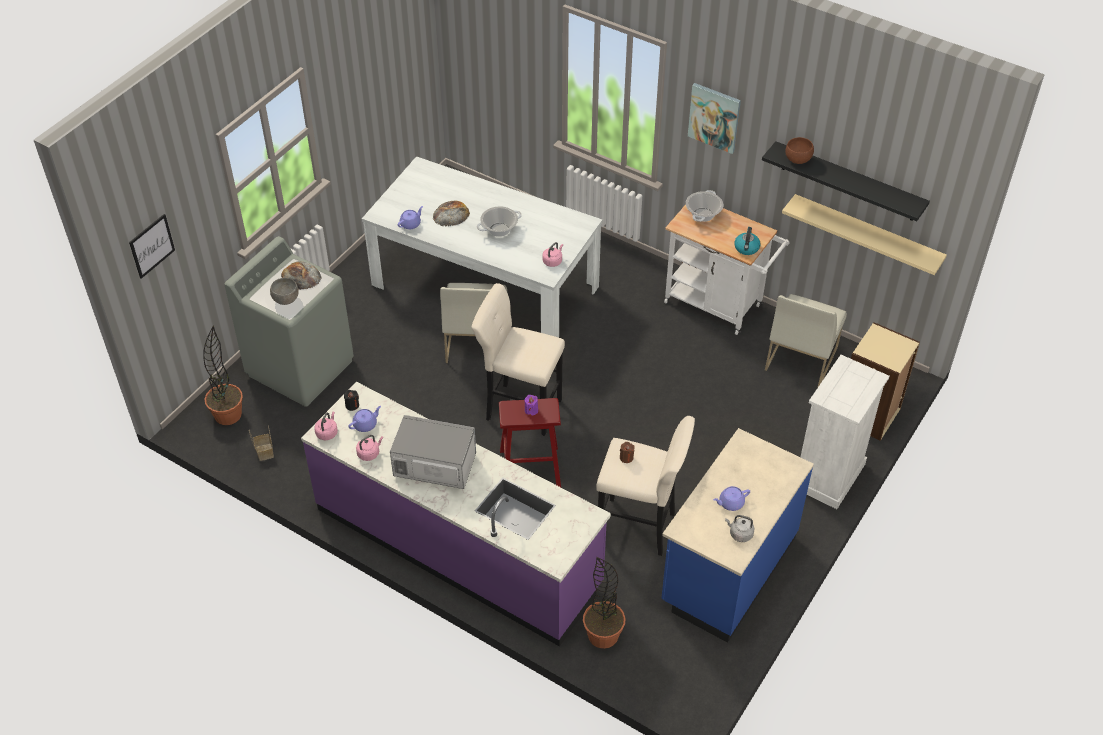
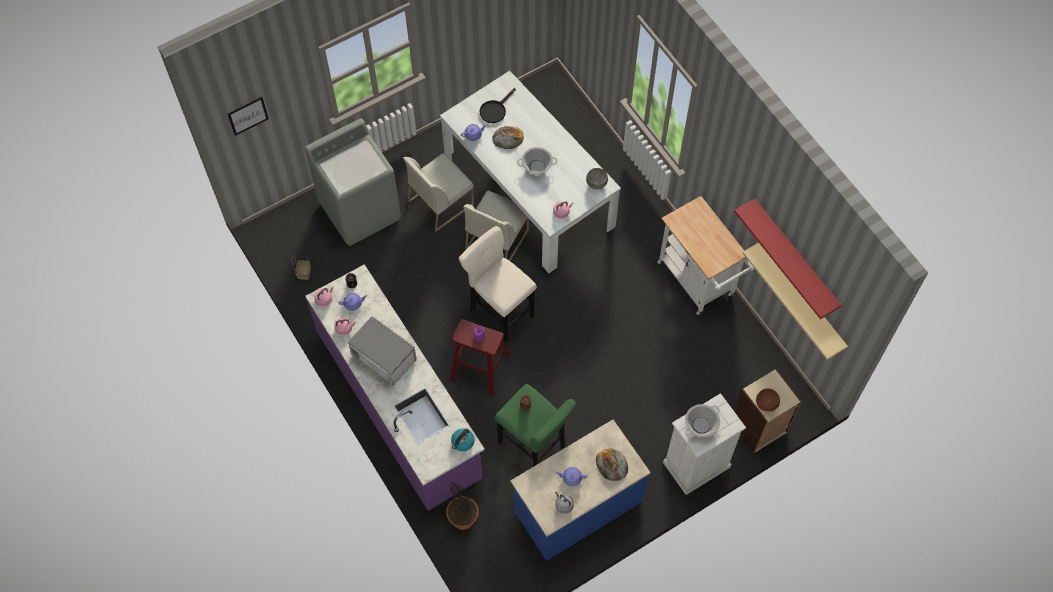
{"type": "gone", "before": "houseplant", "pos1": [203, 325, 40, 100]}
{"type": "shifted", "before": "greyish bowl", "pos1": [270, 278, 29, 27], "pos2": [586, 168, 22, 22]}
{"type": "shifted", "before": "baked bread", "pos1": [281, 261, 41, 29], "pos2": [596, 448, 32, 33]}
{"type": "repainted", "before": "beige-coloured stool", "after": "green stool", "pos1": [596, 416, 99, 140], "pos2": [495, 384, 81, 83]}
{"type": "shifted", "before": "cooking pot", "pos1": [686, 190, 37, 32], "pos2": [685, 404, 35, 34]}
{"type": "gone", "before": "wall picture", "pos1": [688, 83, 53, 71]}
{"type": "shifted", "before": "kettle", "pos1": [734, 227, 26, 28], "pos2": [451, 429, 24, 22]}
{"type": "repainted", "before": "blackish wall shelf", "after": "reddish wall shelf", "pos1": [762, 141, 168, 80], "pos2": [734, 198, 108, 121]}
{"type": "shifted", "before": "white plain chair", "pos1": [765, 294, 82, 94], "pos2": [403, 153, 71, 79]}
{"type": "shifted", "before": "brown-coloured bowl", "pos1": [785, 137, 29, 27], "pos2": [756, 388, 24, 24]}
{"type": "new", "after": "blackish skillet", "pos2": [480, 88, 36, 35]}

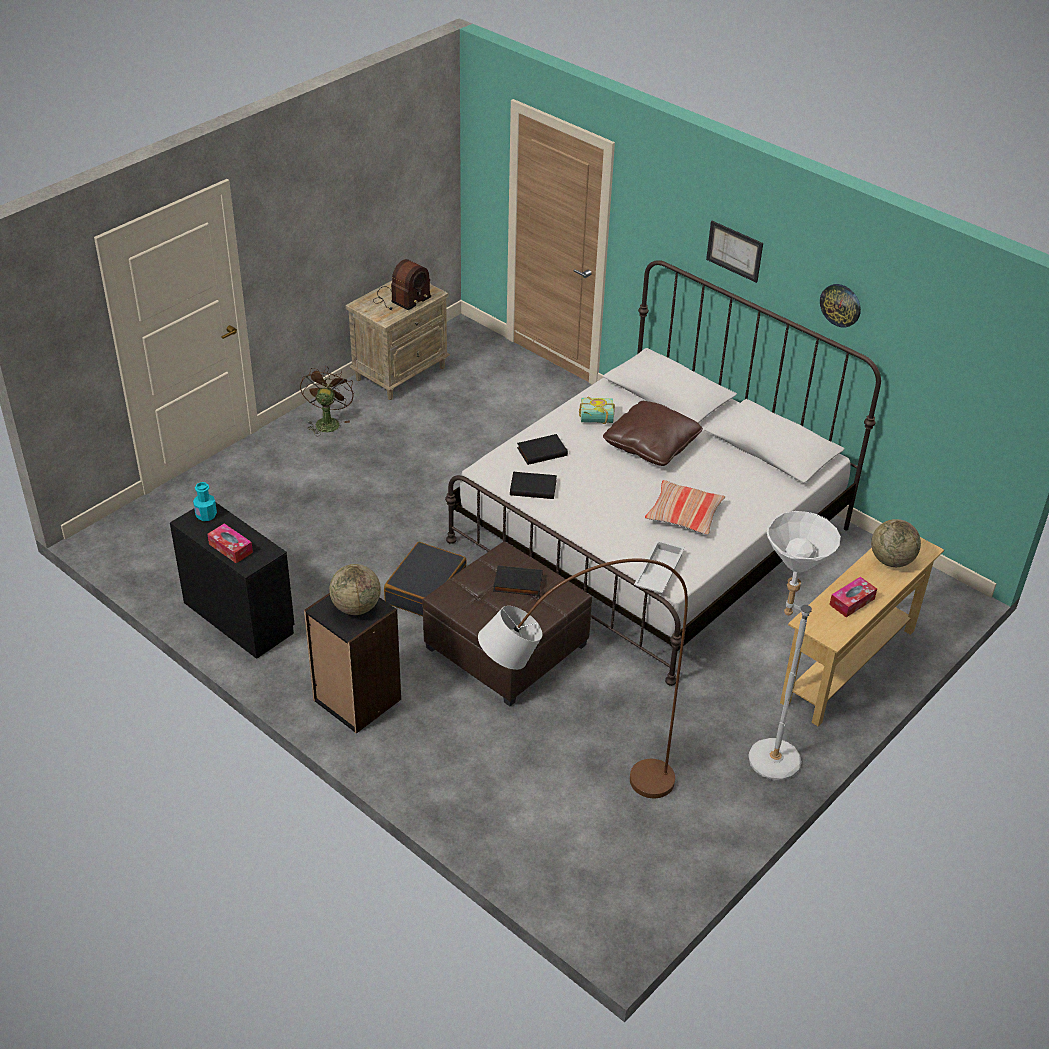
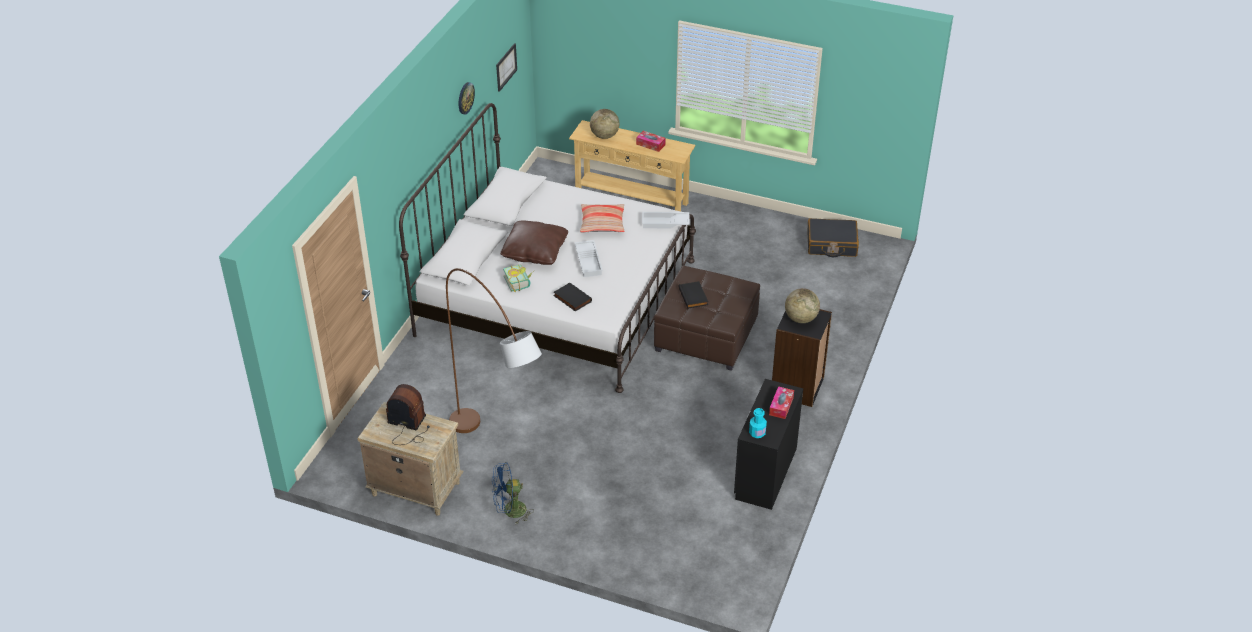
{"type": "repainted", "before": "brown-coloured cooling fan", "after": "blue-coloured cooling fan", "pos1": [300, 366, 54, 70], "pos2": [492, 462, 42, 62]}
{"type": "shifted", "before": "blackish suitcase", "pos1": [384, 542, 83, 74], "pos2": [807, 218, 52, 39]}
{"type": "shifted", "before": "brown-coloured floor lamp", "pos1": [478, 558, 210, 240], "pos2": [446, 268, 96, 165]}
{"type": "gone", "before": "blackish volume", "pos1": [510, 471, 47, 28]}
{"type": "shifted", "before": "wall picture", "pos1": [706, 221, 57, 62], "pos2": [496, 43, 21, 49]}
{"type": "gone", "before": "white floor lamp", "pos1": [748, 511, 93, 270]}
{"type": "new", "after": "white serving tray", "pos2": [575, 240, 28, 37]}

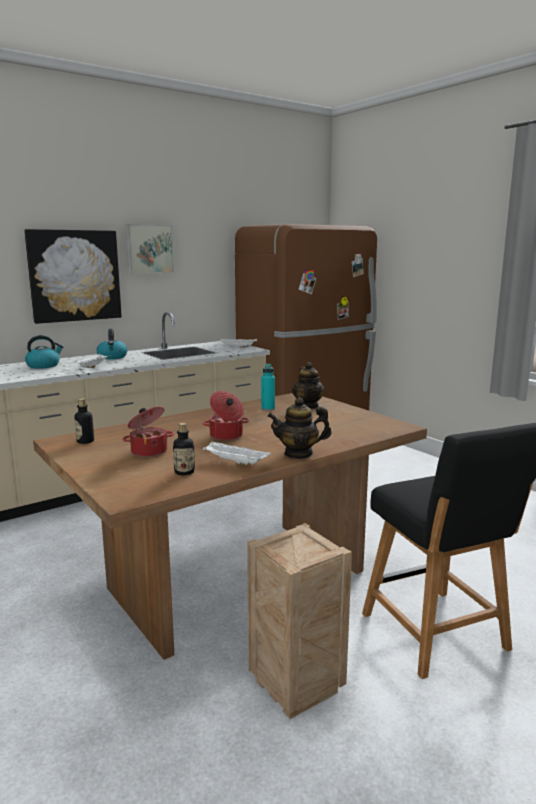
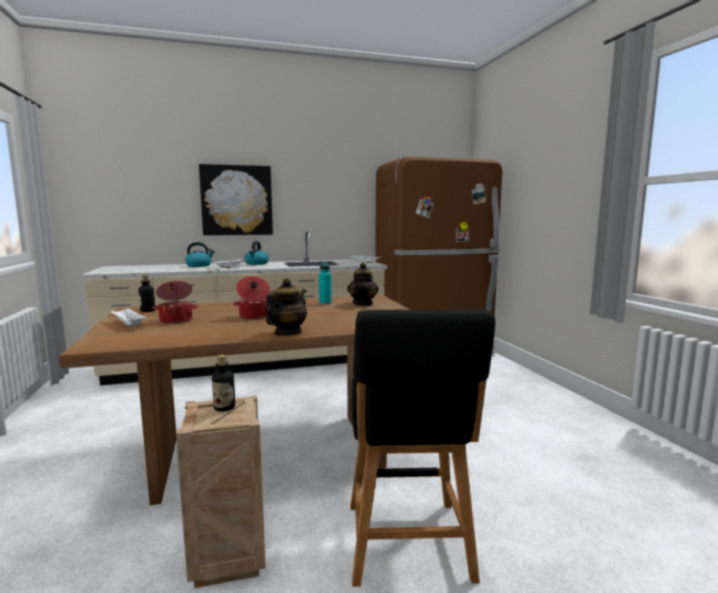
{"type": "gone", "before": "wall picture", "pos1": [125, 224, 49, 50]}
{"type": "shifted", "before": "drink bottle", "pos1": [173, 423, 22, 52], "pos2": [212, 355, 23, 57]}
{"type": "shifted", "before": "white serving tray", "pos1": [203, 441, 68, 24], "pos2": [110, 308, 36, 19]}
{"type": "rotated", "before": "tea pot", "pos1": [268, 397, 64, 62], "pos2": [266, 278, 41, 58], "turn": 105}

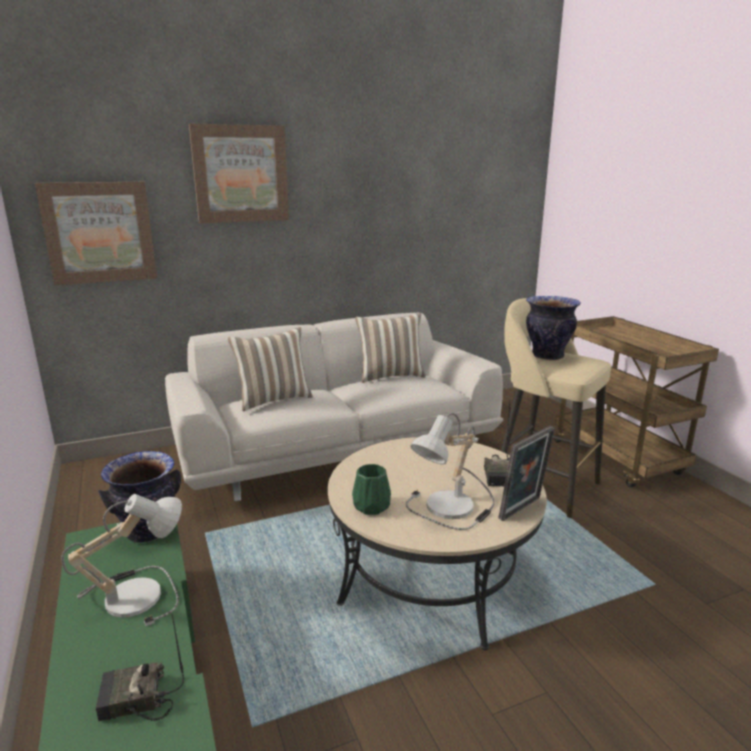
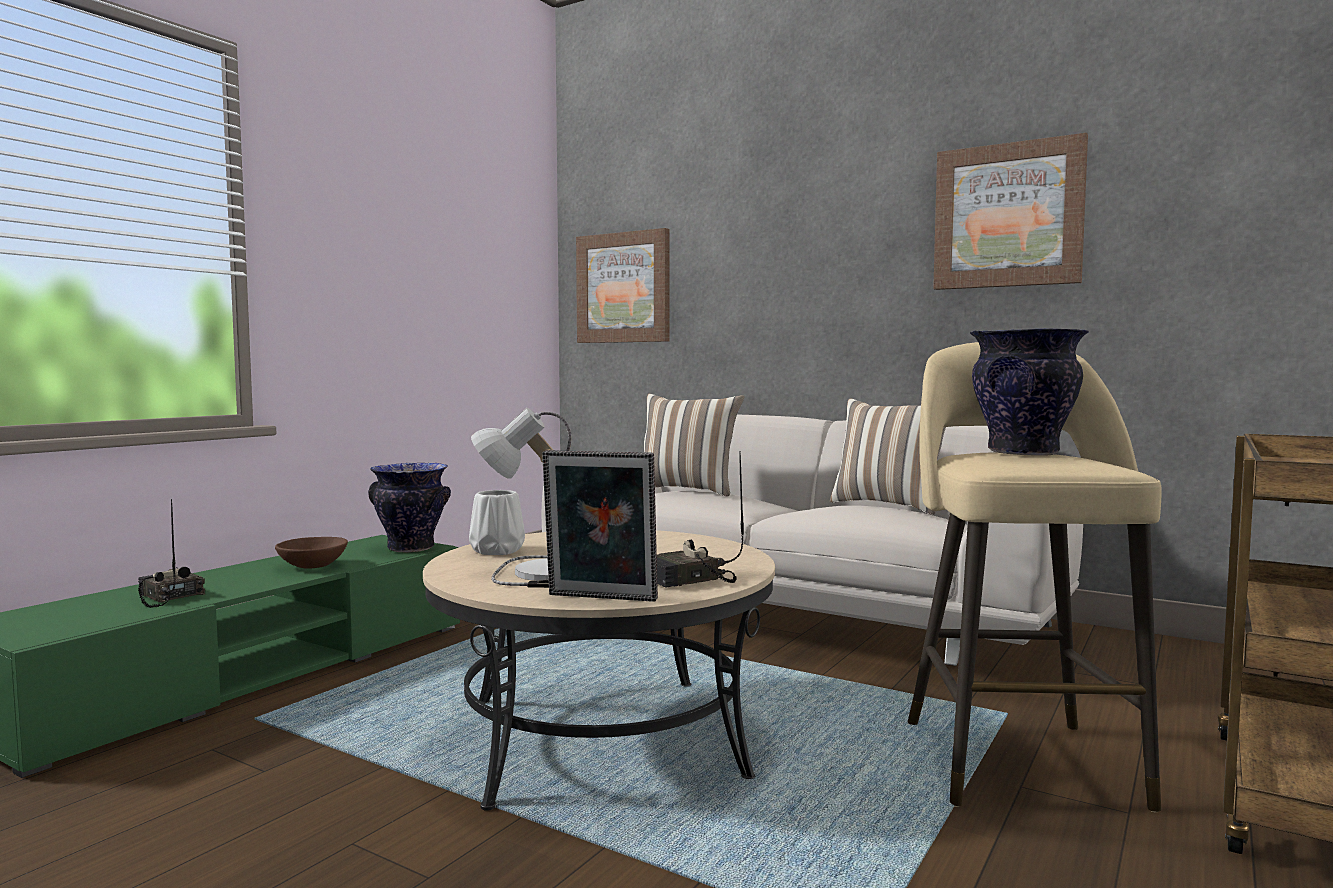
{"type": "swapped", "before": "lamp for a table", "after": "brown-coloured bowl", "pos1": [61, 494, 121, 132], "pos2": [275, 537, 73, 32]}
{"type": "shifted", "before": "wall picture", "pos1": [189, 124, 100, 99], "pos2": [933, 133, 155, 157]}
{"type": "repainted", "before": "green decorative vase", "after": "white decorative vase", "pos1": [352, 464, 39, 51], "pos2": [469, 490, 56, 65]}

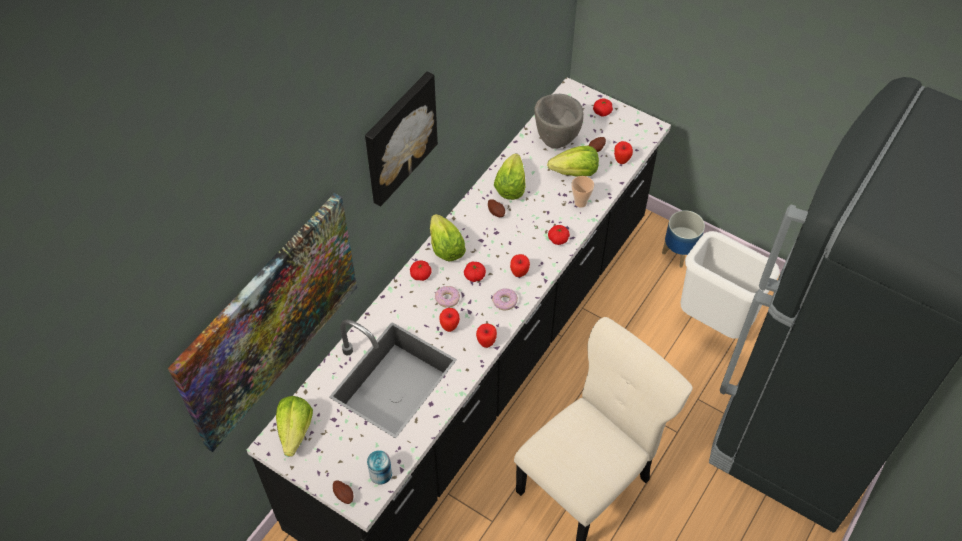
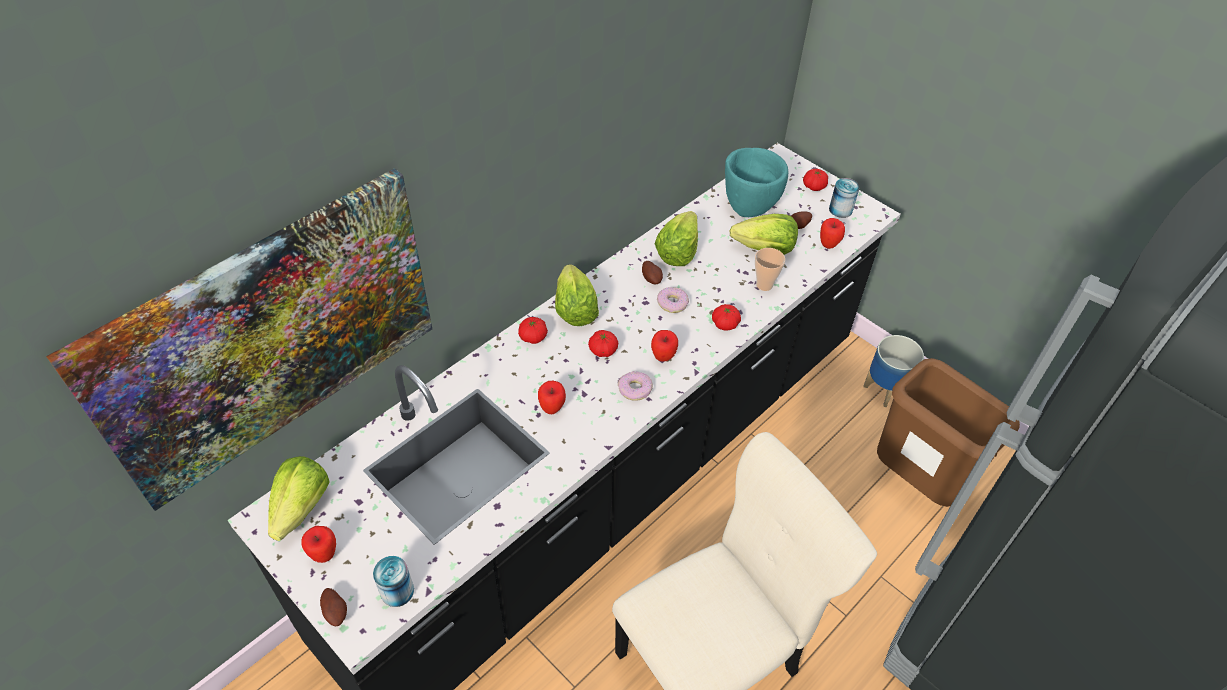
{"type": "gone", "before": "wall picture", "pos1": [365, 72, 73, 135]}
{"type": "shifted", "before": "donut", "pos1": [435, 286, 25, 22], "pos2": [657, 287, 32, 26]}
{"type": "shifted", "before": "apple", "pos1": [476, 323, 21, 25], "pos2": [301, 526, 35, 37]}
{"type": "repainted", "before": "greyish bowl", "after": "blue-green bowl", "pos1": [534, 94, 50, 55], "pos2": [725, 148, 63, 69]}
{"type": "repainted", "before": "white trash can", "after": "brown-coloured trash can", "pos1": [680, 231, 100, 108], "pos2": [877, 358, 143, 149]}
{"type": "new", "after": "can", "pos2": [829, 178, 30, 40]}

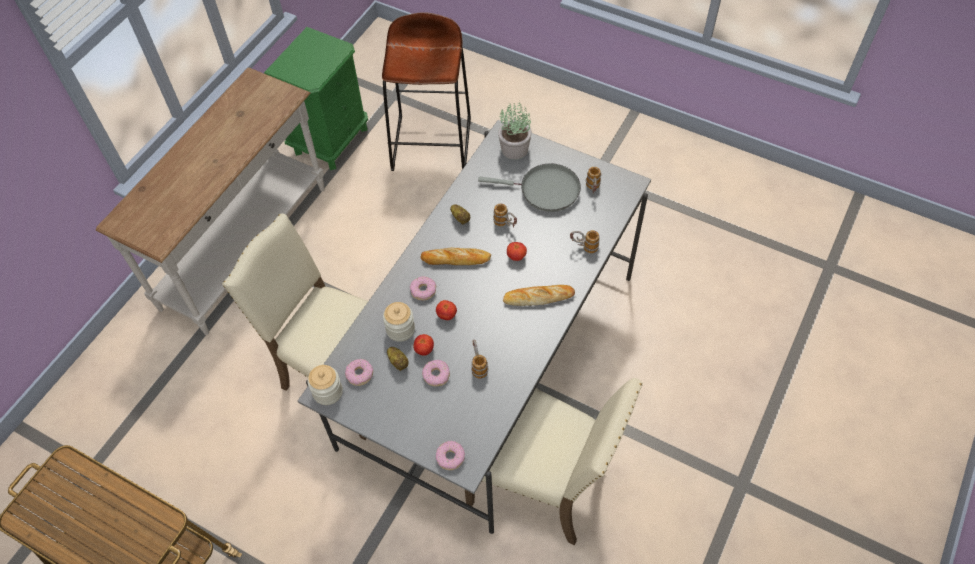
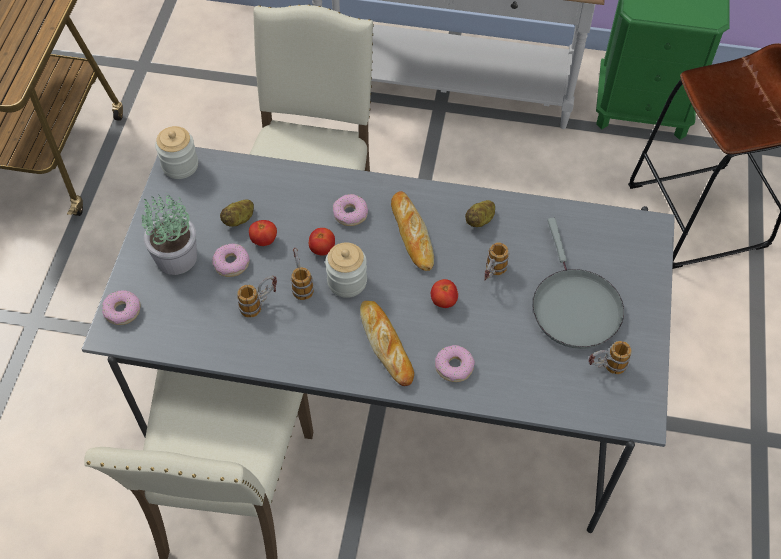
{"type": "shifted", "before": "donut", "pos1": [345, 359, 28, 27], "pos2": [435, 345, 40, 37]}
{"type": "shifted", "before": "jar", "pos1": [383, 302, 32, 40], "pos2": [325, 242, 42, 56]}
{"type": "shifted", "before": "houseplant", "pos1": [498, 103, 34, 57], "pos2": [141, 193, 56, 82]}
{"type": "shifted", "before": "mug", "pos1": [570, 230, 30, 23], "pos2": [291, 248, 23, 52]}

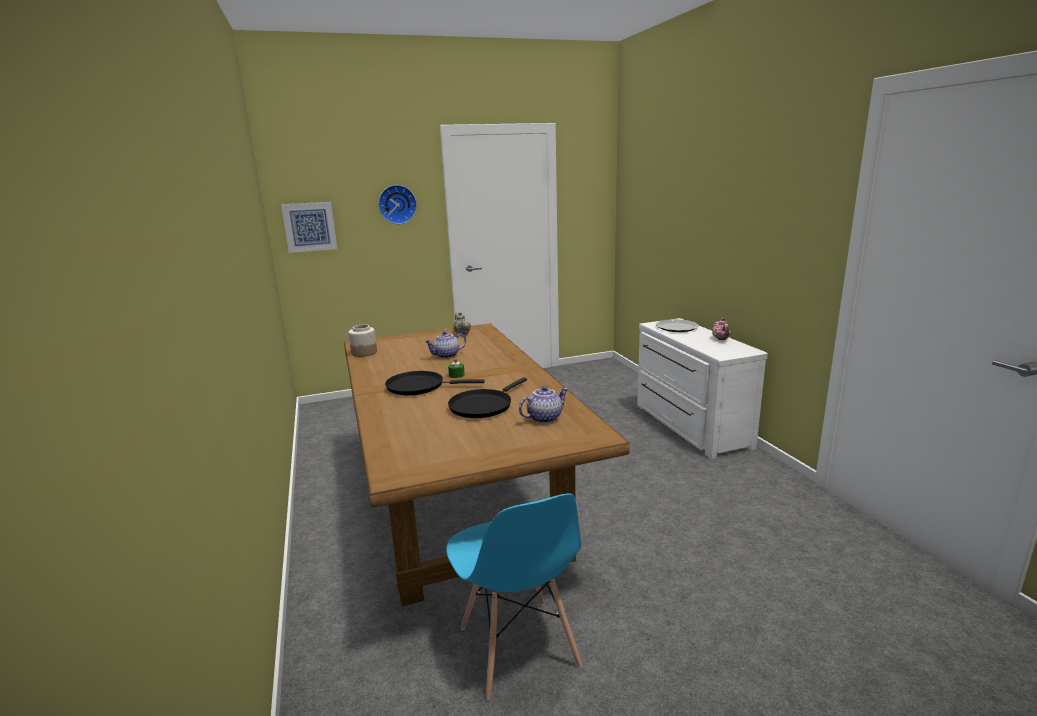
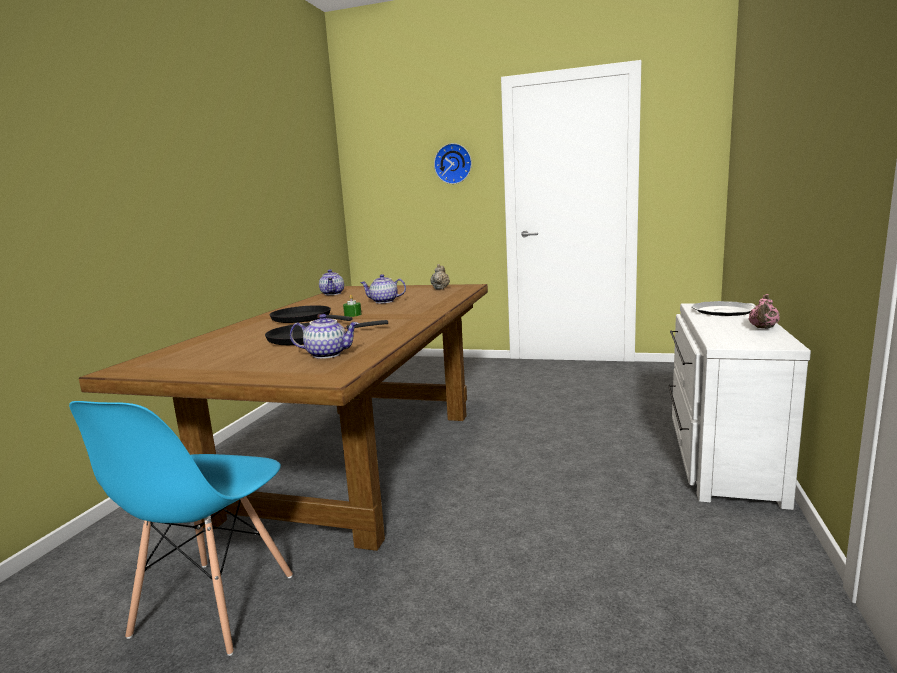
{"type": "gone", "before": "wall picture", "pos1": [281, 202, 56, 51]}
{"type": "swapped", "before": "jar", "after": "tea pot", "pos1": [348, 324, 29, 33], "pos2": [319, 270, 25, 25]}

